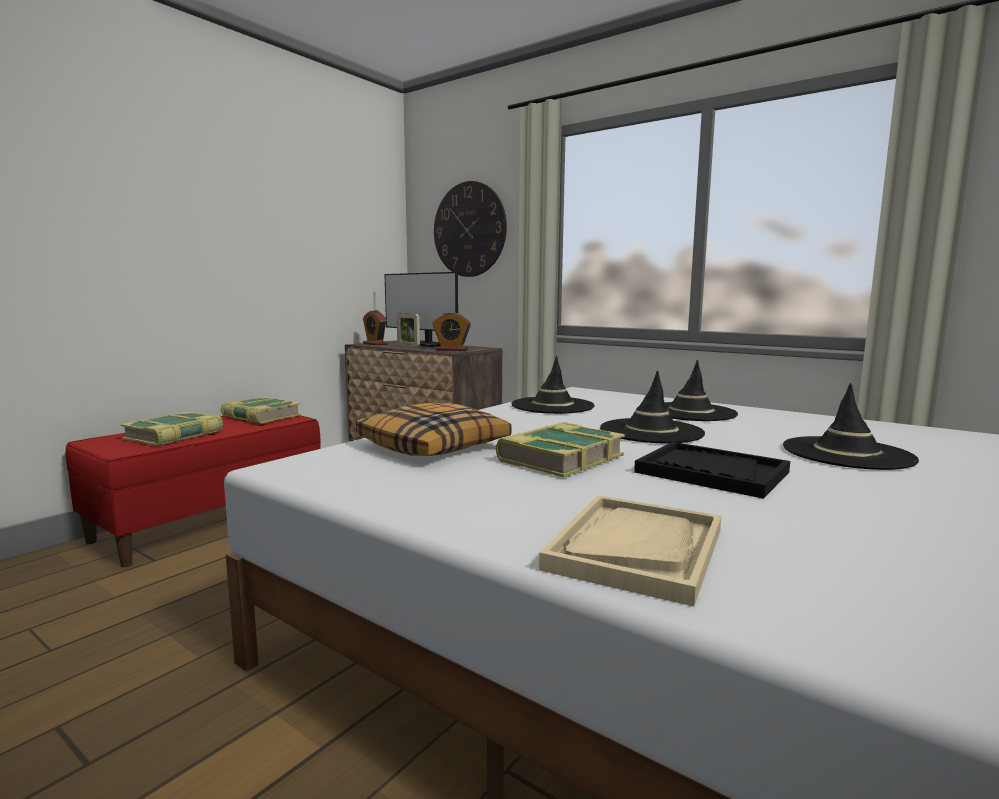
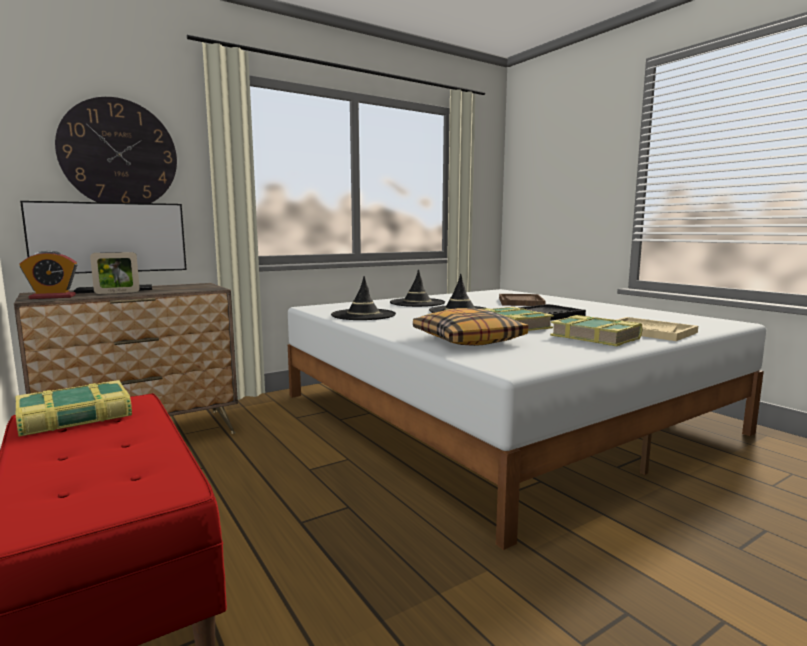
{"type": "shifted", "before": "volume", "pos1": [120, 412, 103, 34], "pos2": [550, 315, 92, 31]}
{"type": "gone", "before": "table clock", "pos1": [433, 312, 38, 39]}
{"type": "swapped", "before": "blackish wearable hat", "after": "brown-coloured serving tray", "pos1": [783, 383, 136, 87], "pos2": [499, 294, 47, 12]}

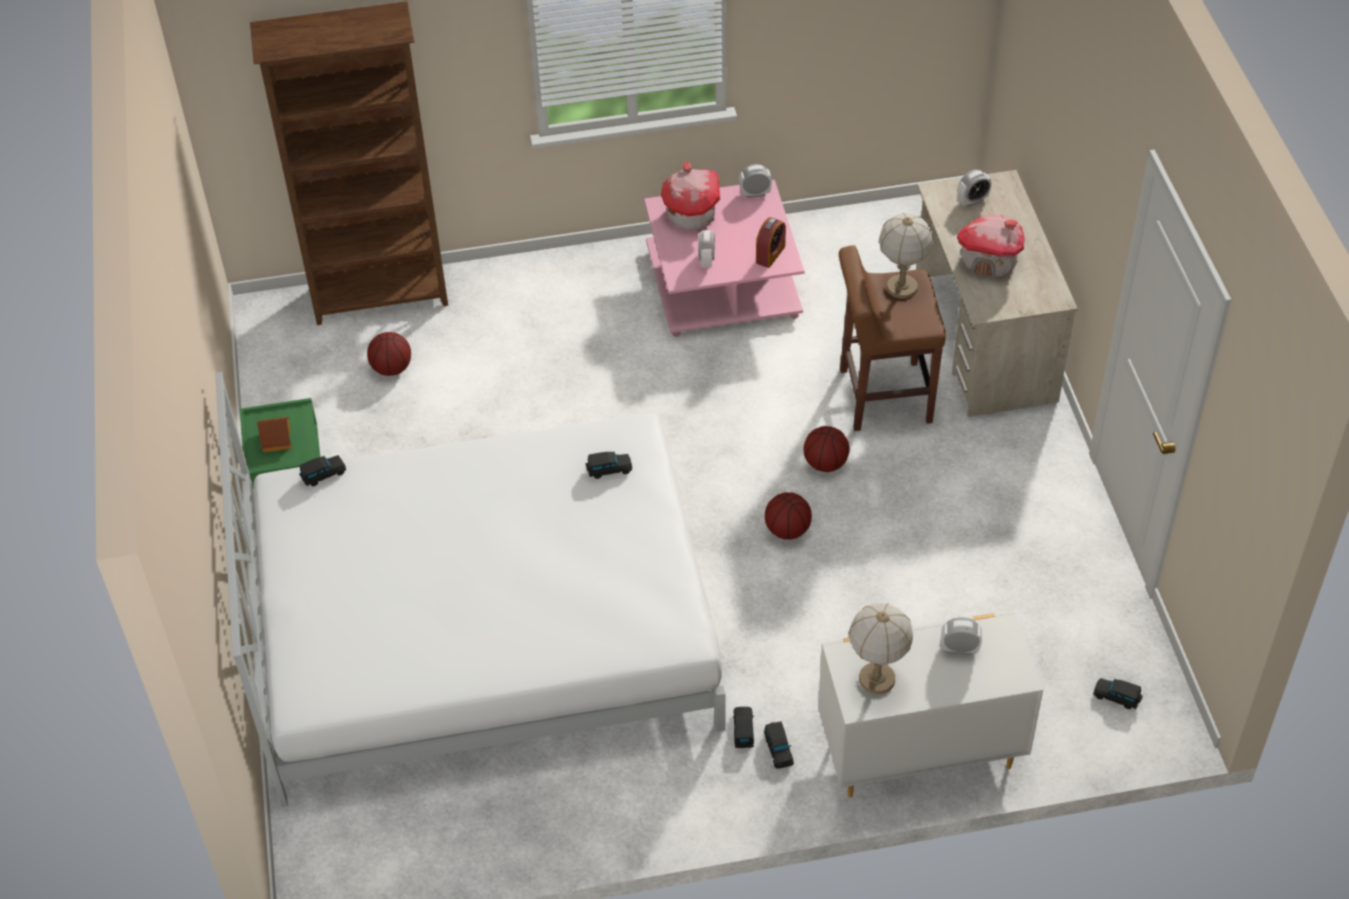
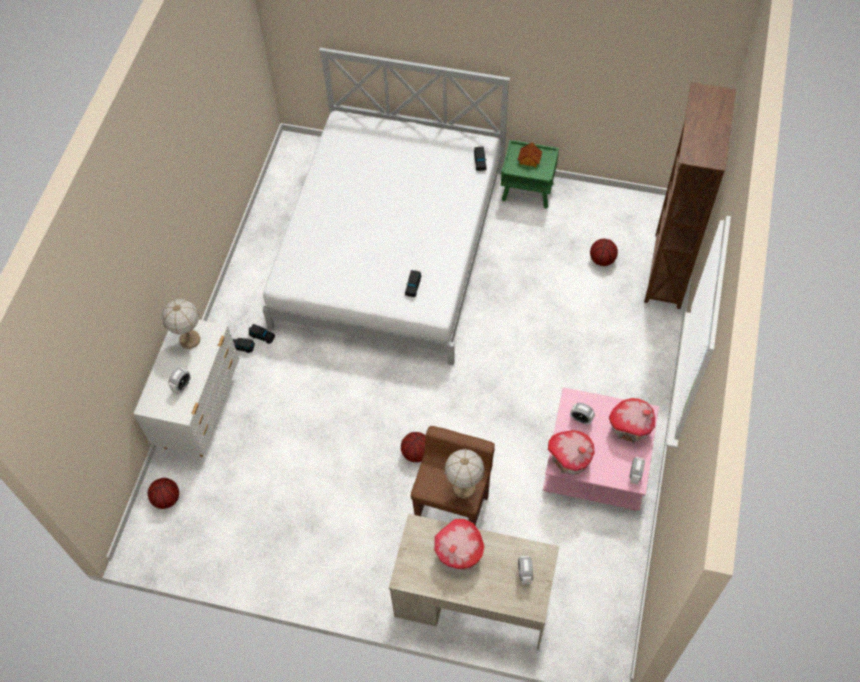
{"type": "swapped", "before": "table clock", "after": "miniature house", "pos1": [756, 217, 30, 51], "pos2": [548, 430, 46, 45]}
{"type": "shifted", "before": "basketball ball", "pos1": [765, 492, 47, 48], "pos2": [148, 478, 31, 31]}
{"type": "gone", "before": "blackish miniature car", "pos1": [1093, 678, 50, 31]}

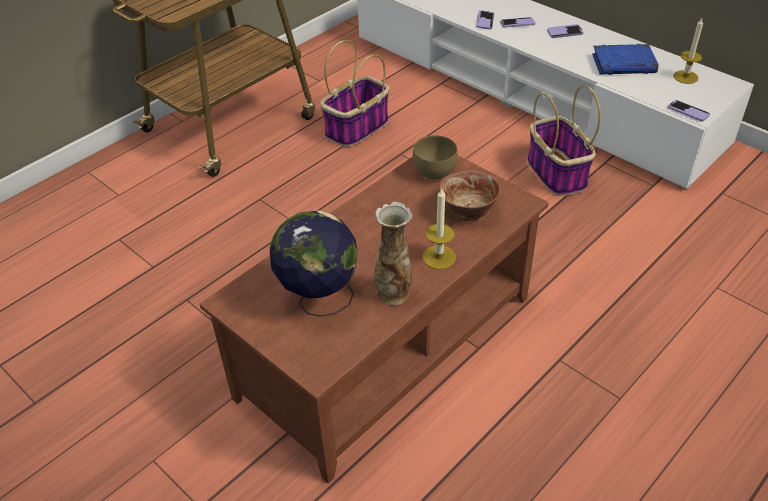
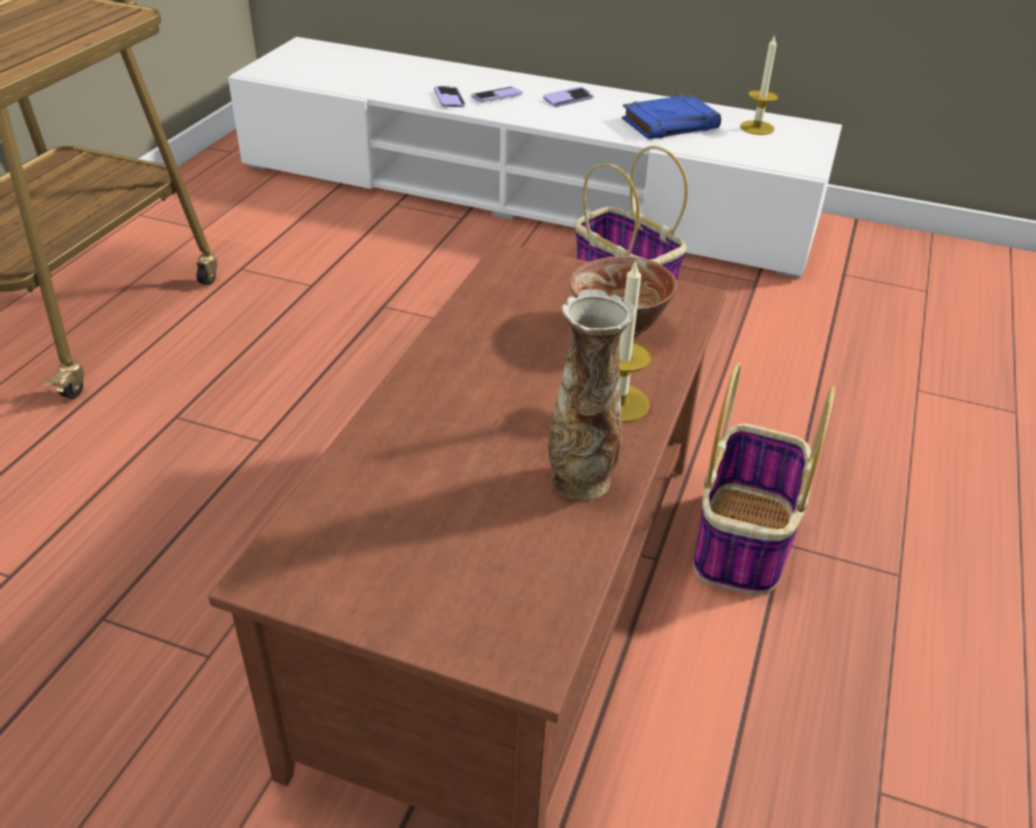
{"type": "gone", "before": "world globe", "pos1": [270, 210, 88, 107]}
{"type": "shifted", "before": "storage basket", "pos1": [320, 40, 69, 107], "pos2": [693, 362, 142, 233]}
{"type": "gone", "before": "brown-coloured bowl", "pos1": [413, 135, 45, 45]}
{"type": "gone", "before": "phone", "pos1": [668, 100, 42, 21]}

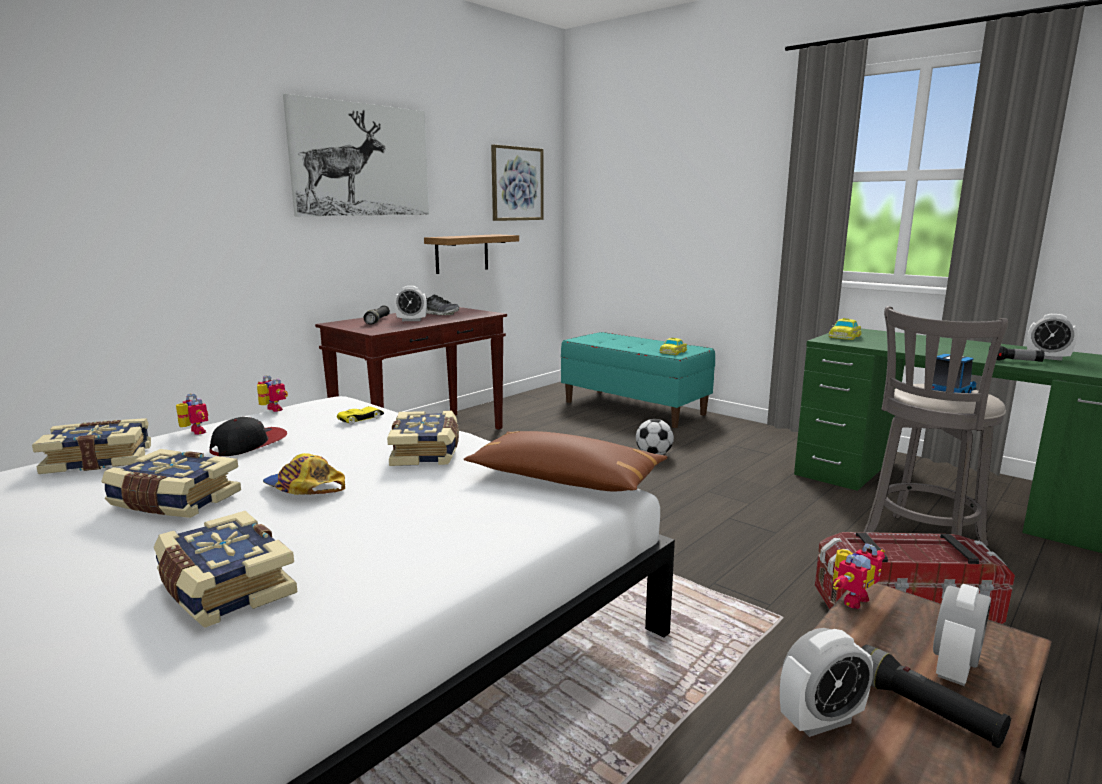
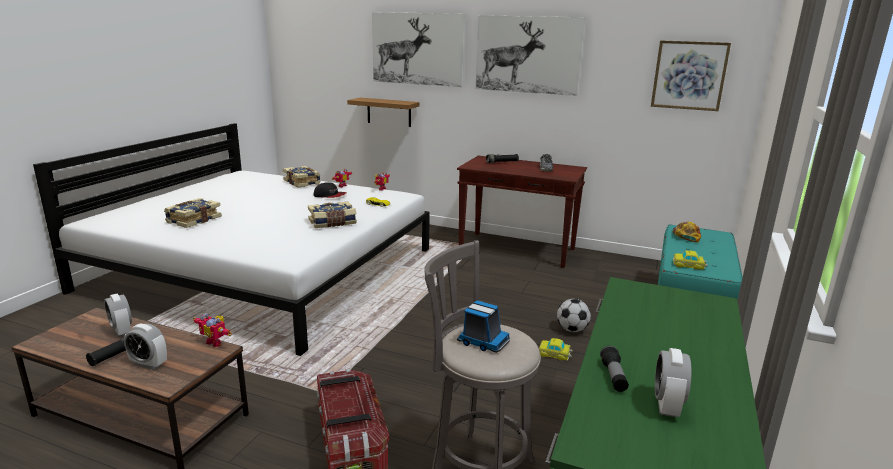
{"type": "gone", "before": "volume", "pos1": [101, 449, 140, 69]}
{"type": "shifted", "before": "peaked cap", "pos1": [263, 453, 82, 42], "pos2": [673, 222, 28, 20]}
{"type": "gone", "before": "table clock", "pos1": [394, 286, 33, 35]}
{"type": "shifted", "before": "wall shelf", "pos1": [424, 234, 95, 40], "pos2": [347, 98, 73, 29]}
{"type": "gone", "before": "brown-coloured cushion", "pos1": [463, 431, 204, 61]}
{"type": "shifted", "before": "miniature car", "pos1": [829, 318, 32, 22], "pos2": [539, 338, 34, 23]}
{"type": "new", "after": "wall picture", "pos2": [372, 12, 94, 75]}

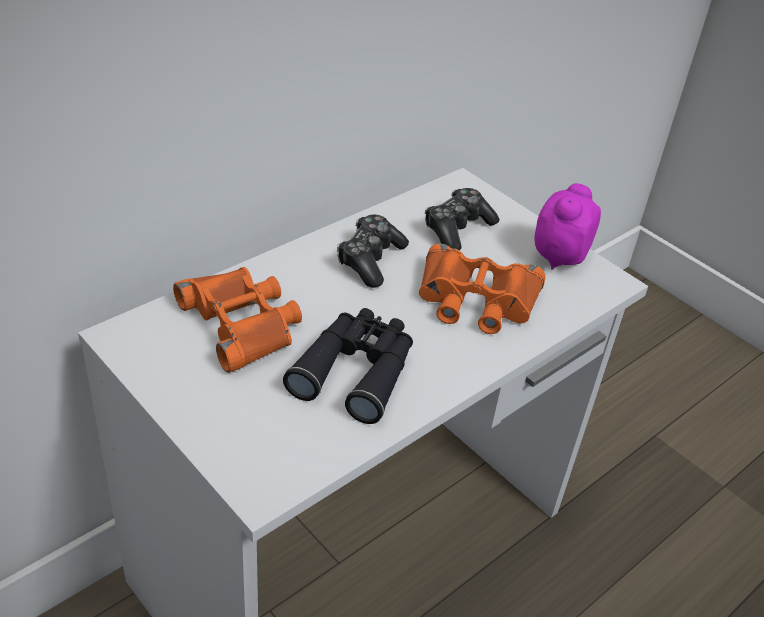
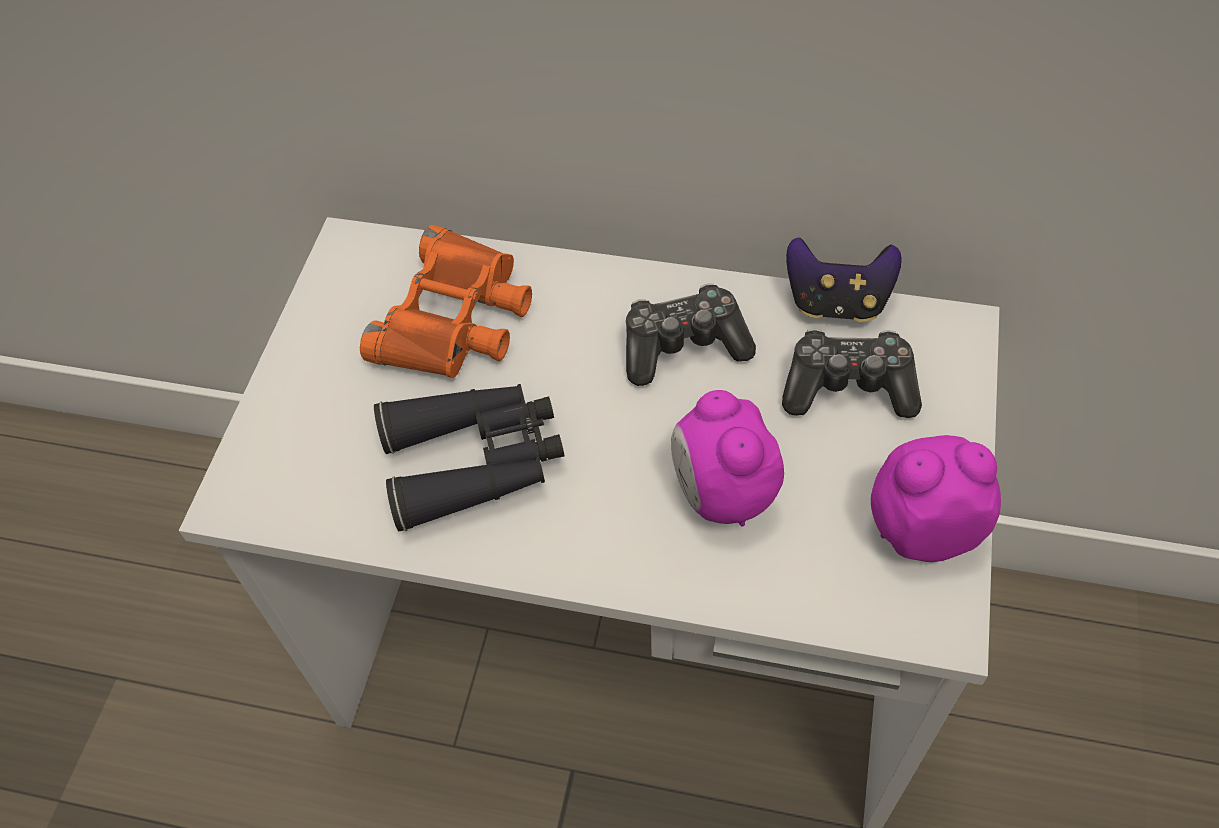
{"type": "swapped", "before": "orange field glasses", "after": "table clock", "pos1": [419, 243, 126, 91], "pos2": [671, 390, 113, 137]}
{"type": "new", "after": "gamepad", "pos2": [786, 237, 116, 85]}

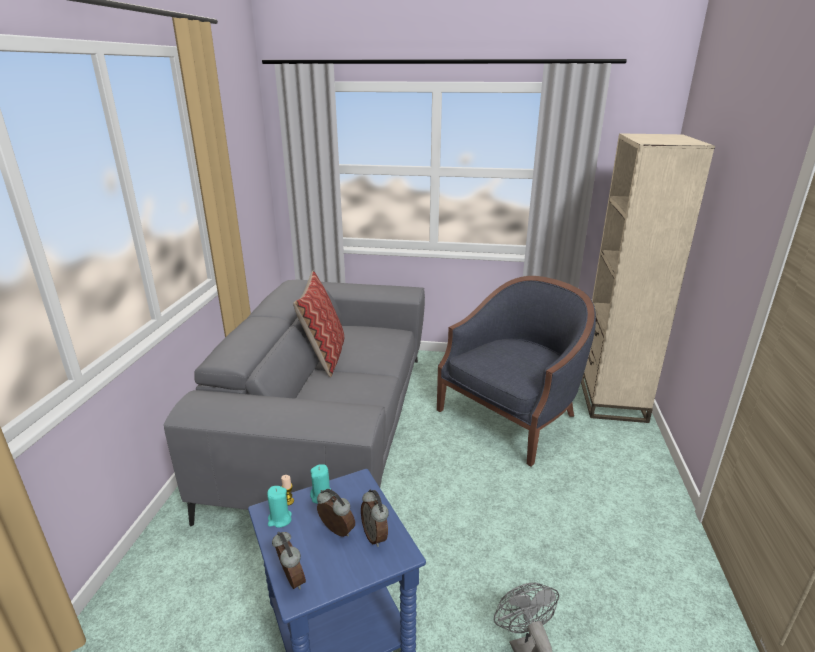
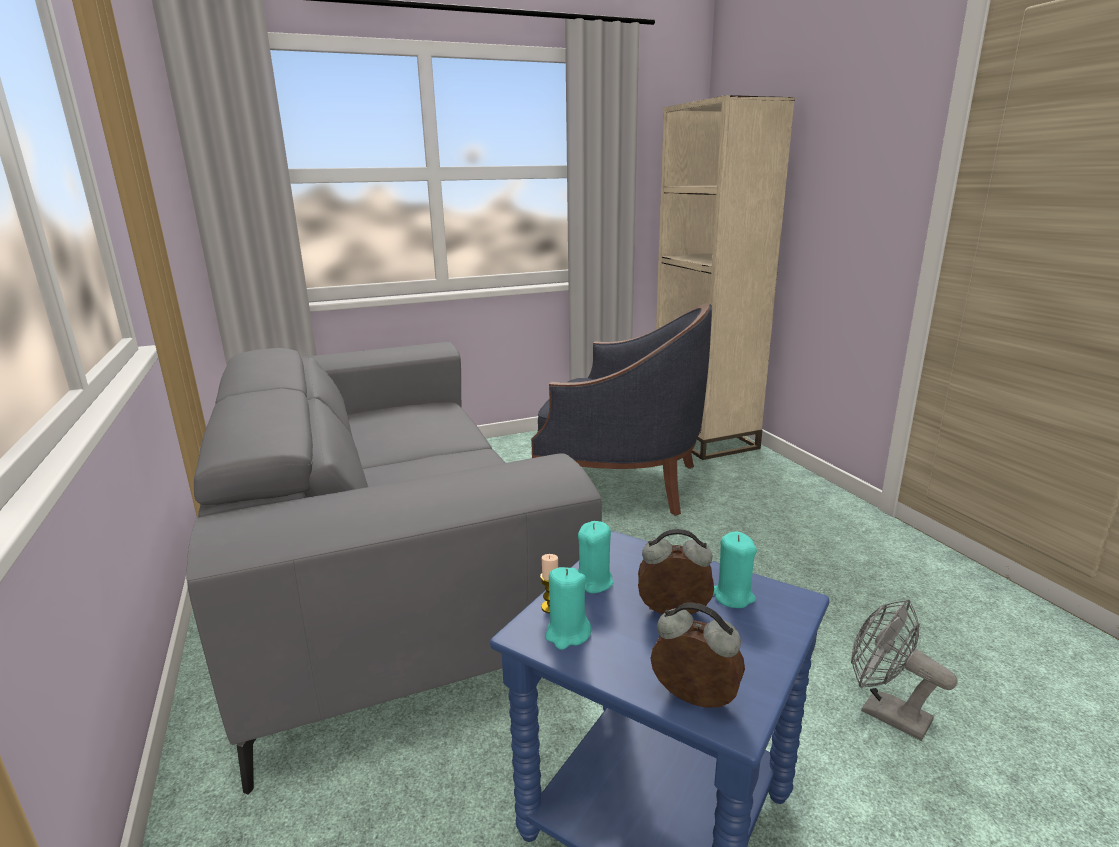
{"type": "gone", "before": "cushion", "pos1": [293, 271, 52, 106]}
{"type": "swapped", "before": "table clock", "after": "blue-green candle", "pos1": [361, 490, 28, 57], "pos2": [713, 532, 44, 76]}
{"type": "rotated", "before": "blue-coloured lounge chair", "pos1": [437, 276, 159, 191], "pos2": [531, 303, 181, 213], "turn": 90}

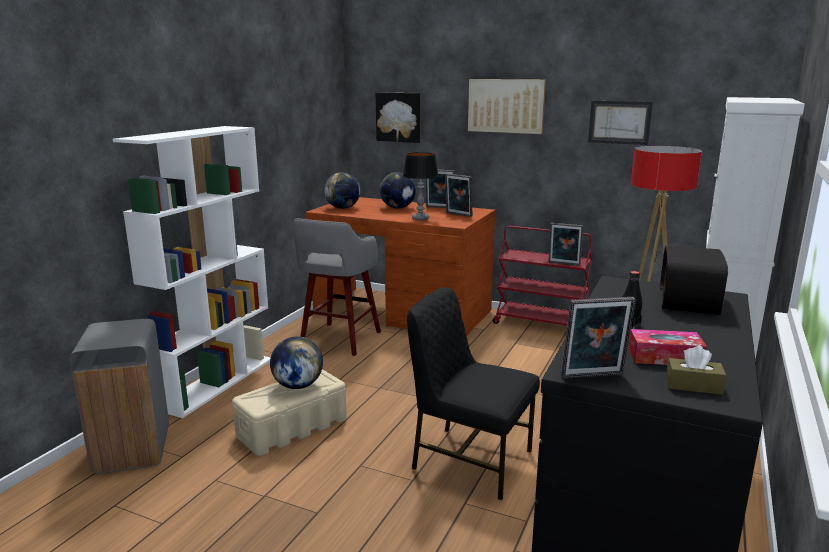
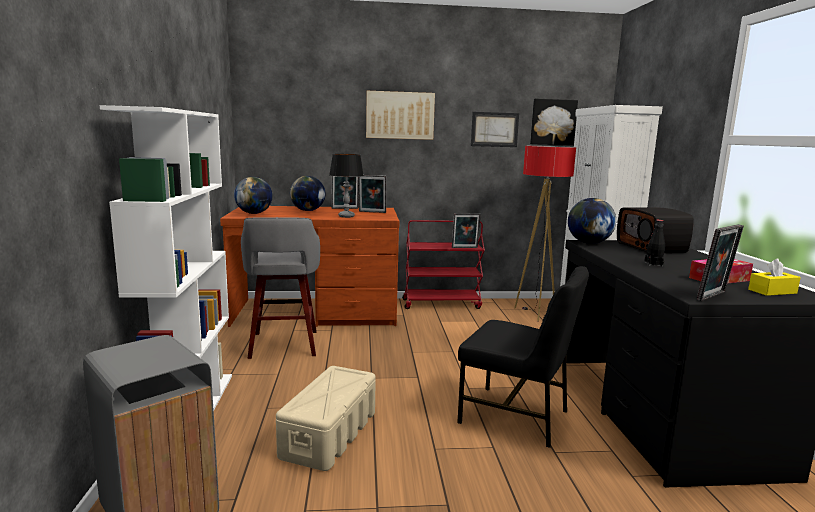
{"type": "shifted", "before": "world globe", "pos1": [270, 336, 53, 53], "pos2": [568, 198, 48, 46]}
{"type": "shifted", "before": "wall picture", "pos1": [376, 92, 44, 51], "pos2": [530, 99, 48, 46]}
{"type": "rotated", "before": "blackish plain chair", "pos1": [407, 287, 133, 213], "pos2": [457, 266, 132, 182], "turn": -150}
{"type": "repainted", "before": "brown-coloured tissue holder", "after": "yellow-coloured tissue holder", "pos1": [666, 346, 61, 49], "pos2": [748, 258, 53, 38]}

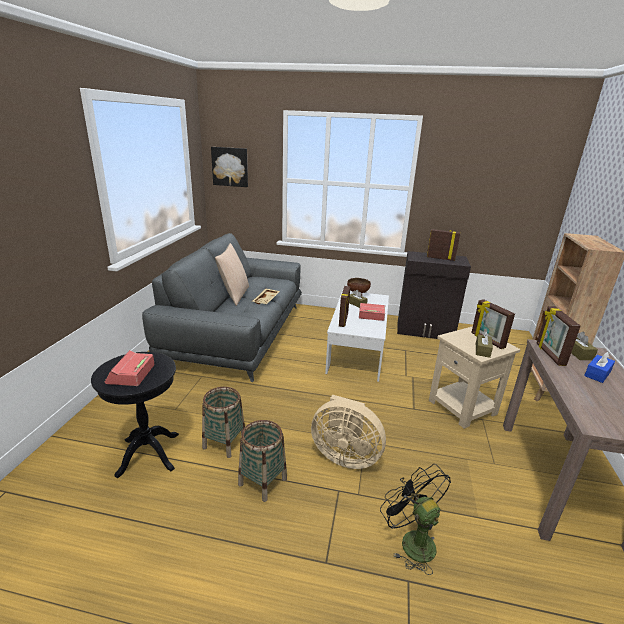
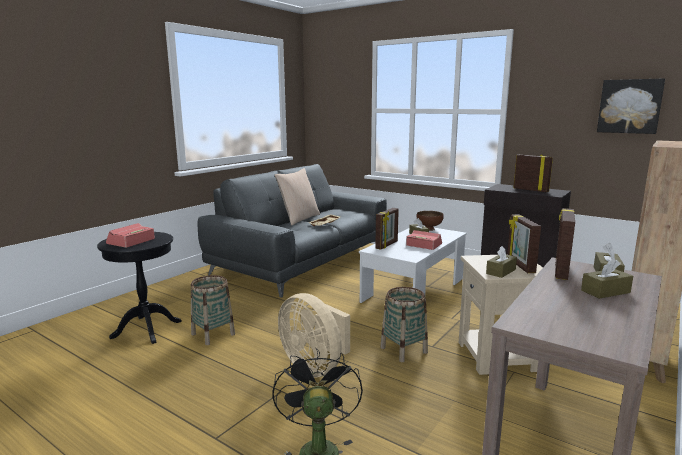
{"type": "shifted", "before": "wall picture", "pos1": [211, 147, 37, 40], "pos2": [597, 79, 68, 55]}
{"type": "shifted", "before": "storage basket", "pos1": [238, 420, 49, 82], "pos2": [380, 287, 48, 75]}
{"type": "repainted", "before": "blue-coloured tissue holder", "after": "brown-coloured tissue holder", "pos1": [584, 352, 31, 31], "pos2": [581, 258, 52, 41]}

